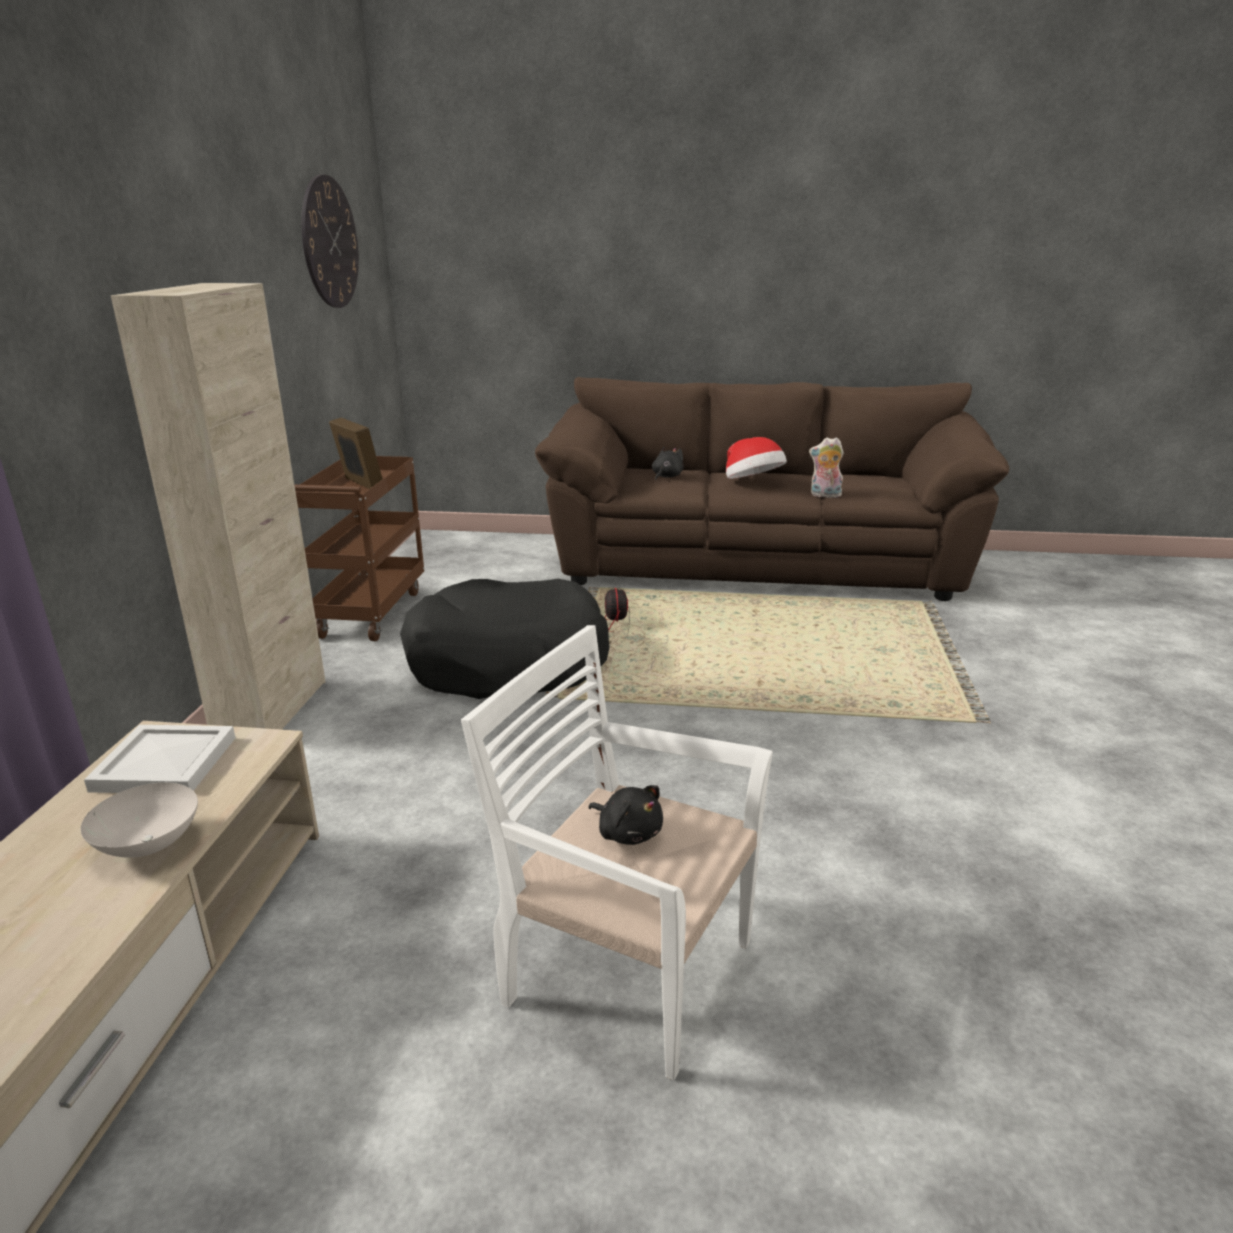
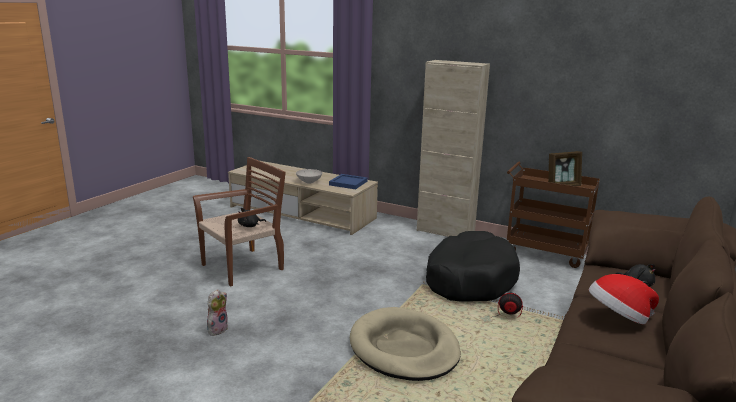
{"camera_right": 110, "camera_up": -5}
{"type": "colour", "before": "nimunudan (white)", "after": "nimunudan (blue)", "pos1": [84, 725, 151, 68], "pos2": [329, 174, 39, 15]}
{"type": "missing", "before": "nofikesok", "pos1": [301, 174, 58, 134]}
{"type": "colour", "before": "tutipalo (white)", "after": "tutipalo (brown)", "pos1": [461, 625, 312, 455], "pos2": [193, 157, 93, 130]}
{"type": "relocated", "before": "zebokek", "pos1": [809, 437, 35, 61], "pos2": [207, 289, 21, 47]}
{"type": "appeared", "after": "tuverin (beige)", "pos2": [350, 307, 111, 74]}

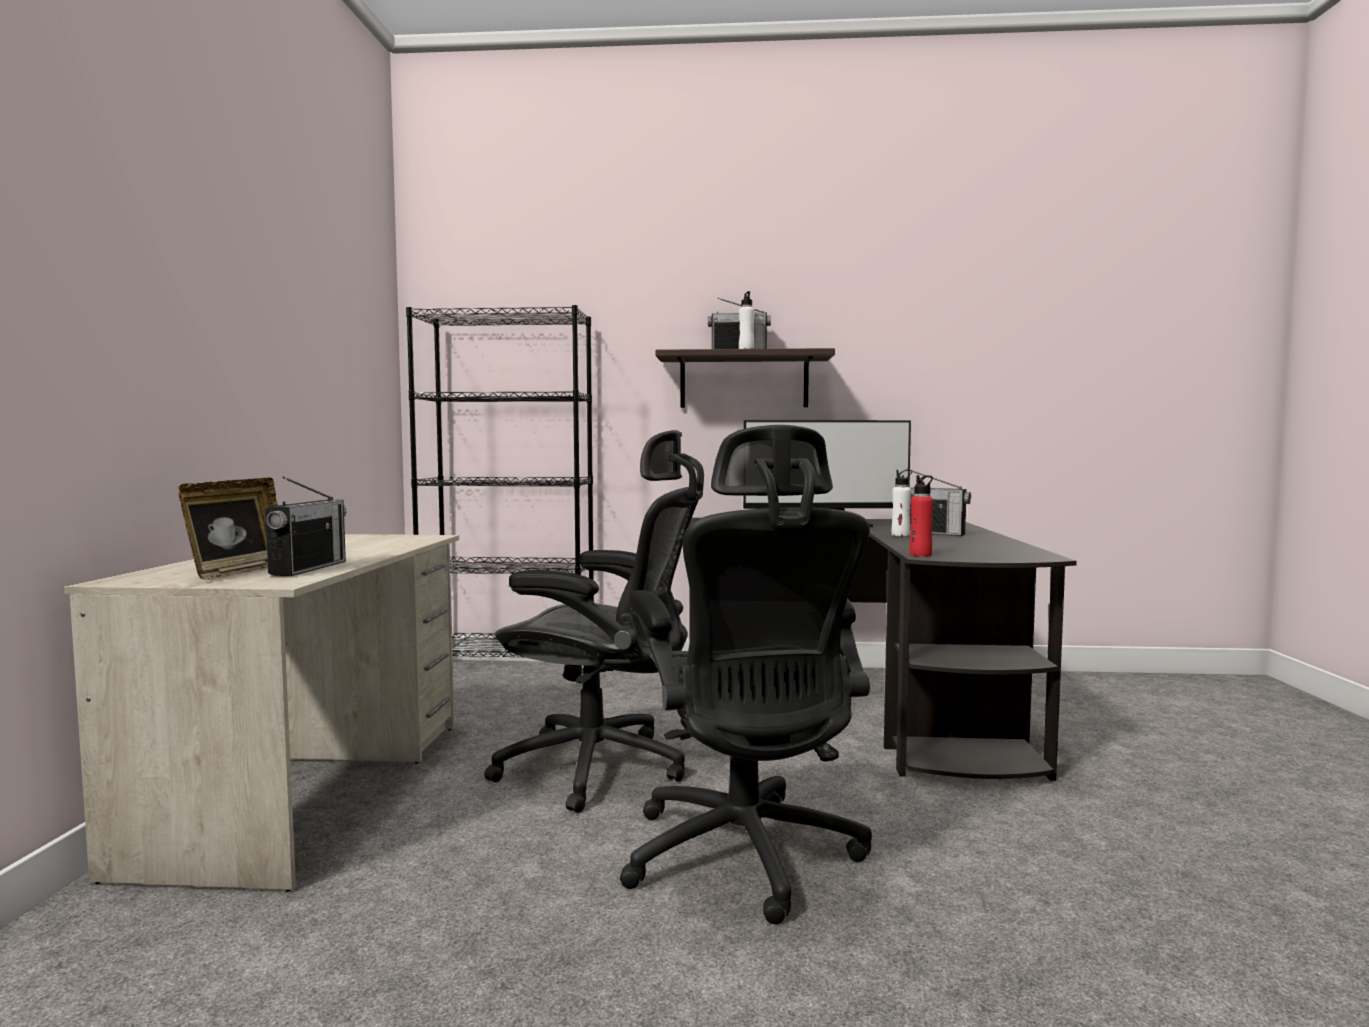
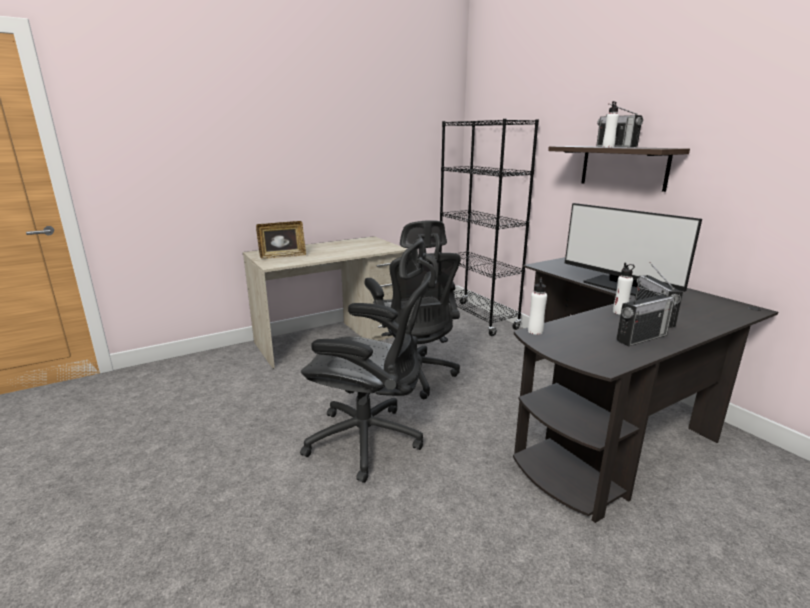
{"camera_right": 55, "camera_up": 15}
{"type": "relocated", "before": "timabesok", "pos1": [265, 476, 82, 100], "pos2": [616, 287, 60, 59]}
{"type": "spun", "before": "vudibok", "pos1": [620, 425, 252, 499], "pos2": [300, 238, 139, 245], "turn": -120}
{"type": "colour", "before": "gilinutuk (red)", "after": "gilinutuk (white)", "pos1": [910, 475, 23, 82], "pos2": [528, 277, 19, 58]}

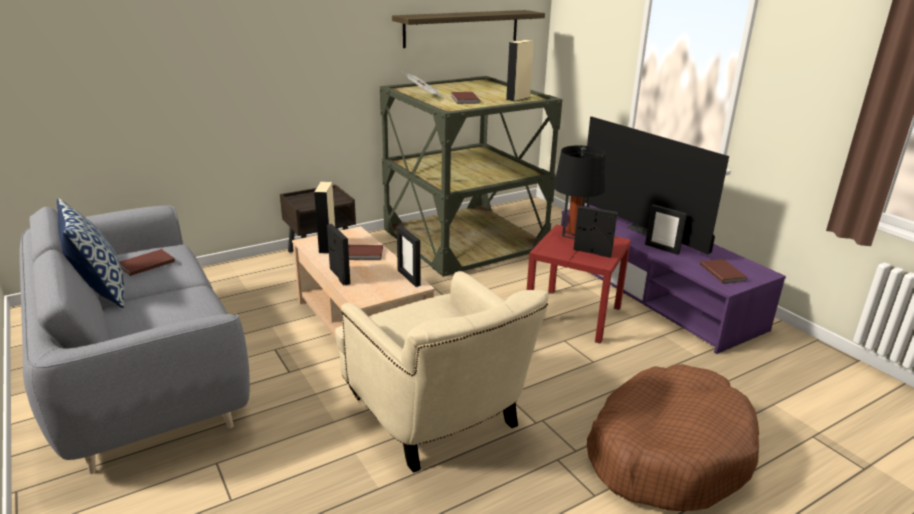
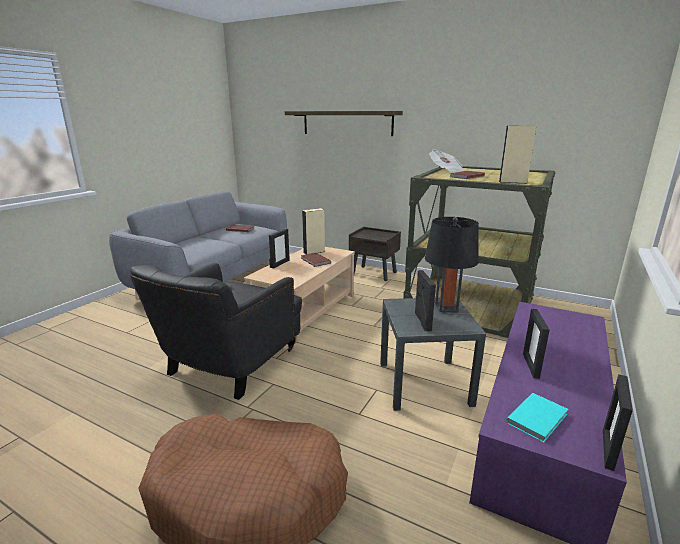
{"camera_right": 60, "camera_up": -5}
{"type": "missing", "before": "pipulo", "pos1": [57, 198, 67, 110]}
{"type": "colour", "before": "tutipalo (beige)", "after": "tutipalo (black)", "pos1": [335, 271, 213, 202], "pos2": [130, 263, 172, 137]}
{"type": "relocated", "before": "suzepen", "pos1": [392, 10, 153, 38], "pos2": [285, 111, 118, 25]}
{"type": "relocated", "before": "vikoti", "pos1": [397, 225, 23, 62], "pos2": [603, 374, 30, 97]}
{"type": "colour", "before": "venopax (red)", "after": "venopax (grey)", "pos1": [527, 224, 104, 120], "pos2": [380, 297, 106, 114]}
{"type": "missing", "before": "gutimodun", "pos1": [585, 116, 144, 138]}
{"type": "colour", "before": "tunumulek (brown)", "after": "tunumulek (turquoise)", "pos1": [700, 259, 47, 25], "pos2": [506, 393, 62, 49]}

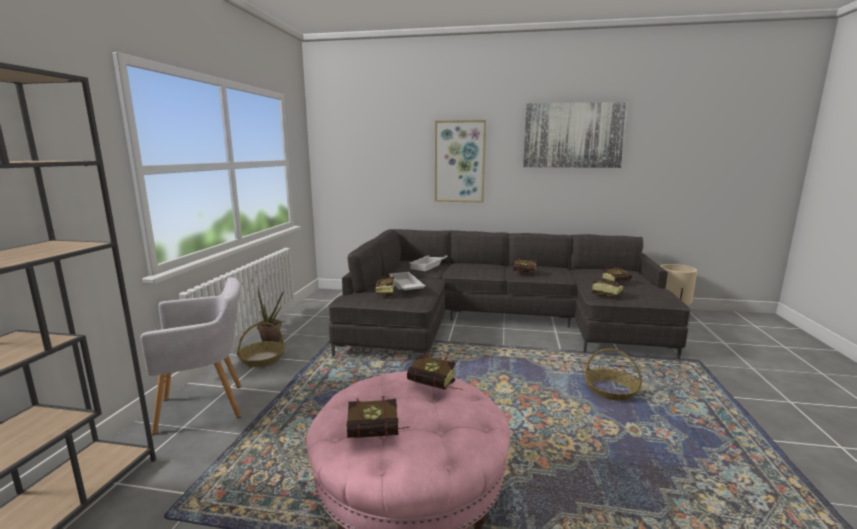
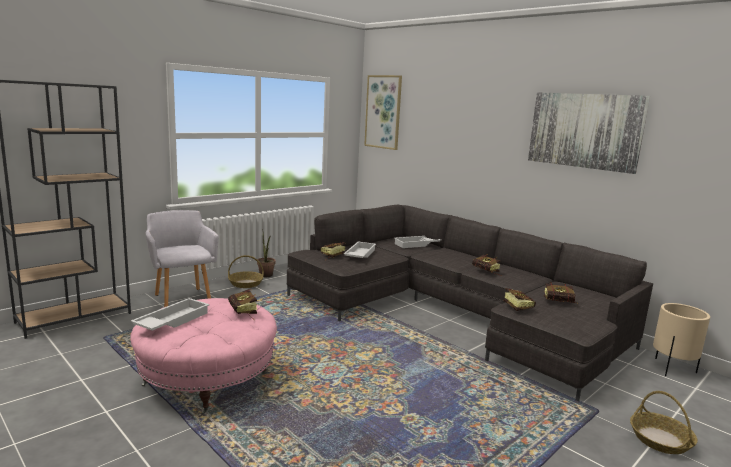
{"camera_right": 35, "camera_up": 0}
{"type": "spun", "before": "tutipalo (grey)", "pos1": [141, 277, 100, 158], "pos2": [146, 210, 73, 97], "turn": -135}
{"type": "exchanged", "before": "tunumulek", "after": "nimunudan (white)", "pos1": [346, 396, 64, 42], "pos2": [130, 298, 80, 33]}
{"type": "relocated", "before": "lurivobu", "pos1": [435, 120, 51, 82], "pos2": [364, 75, 38, 75]}
{"type": "relocated", "before": "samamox", "pos1": [585, 348, 56, 53], "pos2": [630, 391, 67, 63]}

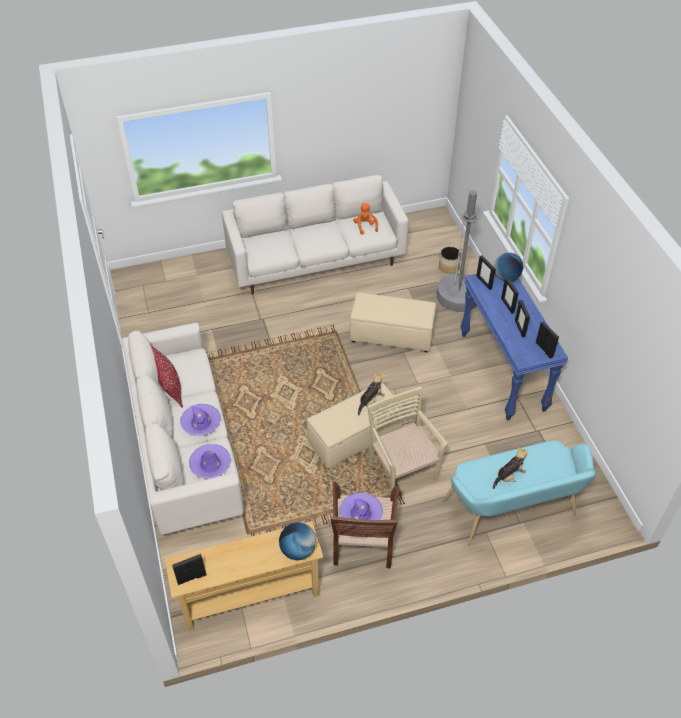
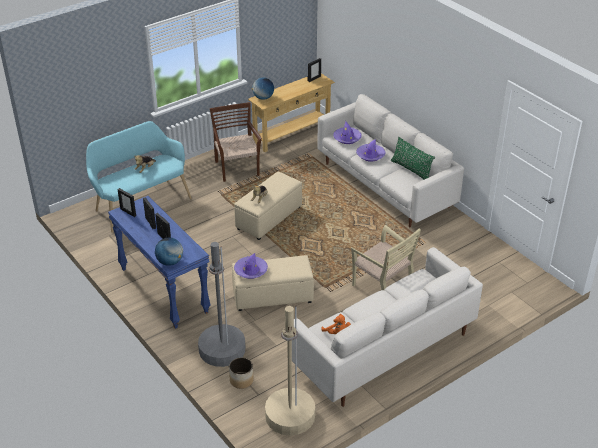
{"camera_right": 160, "camera_up": -10}
{"type": "colour", "before": "pipulo (red)", "after": "pipulo (green)", "pos1": [150, 344, 33, 64], "pos2": [391, 137, 44, 42]}
{"type": "relocated", "before": "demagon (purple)", "pos1": [340, 493, 43, 33], "pos2": [234, 253, 34, 26]}
{"type": "relocated", "before": "tutipalo (beige)", "pos1": [367, 387, 81, 110], "pos2": [351, 225, 70, 65]}
{"type": "missing", "before": "vikoti", "pos1": [476, 255, 20, 35]}
{"type": "appeared", "after": "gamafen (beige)", "pos2": [265, 305, 50, 131]}

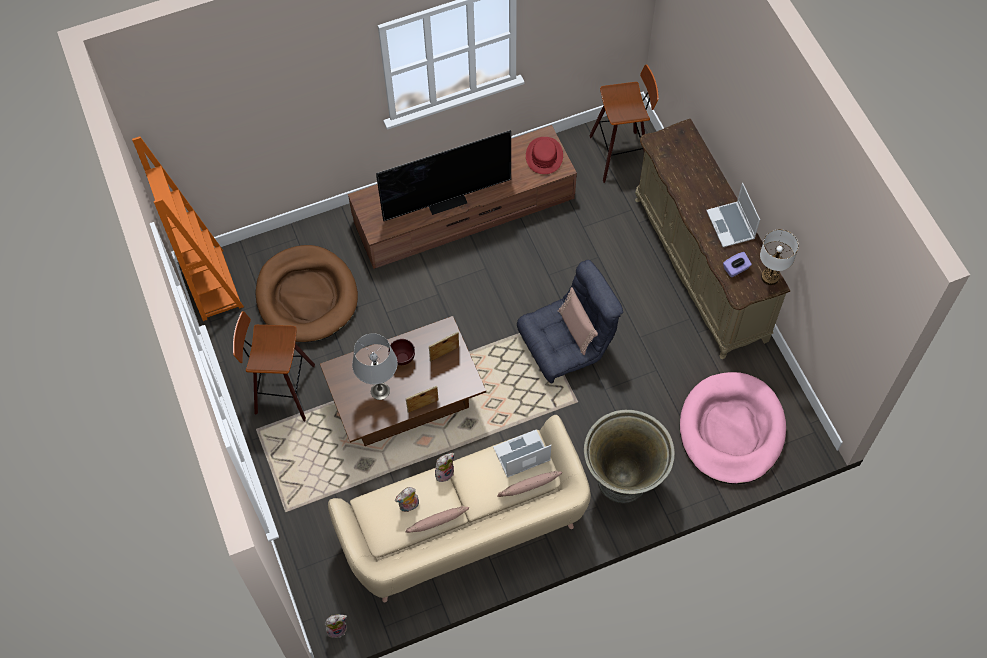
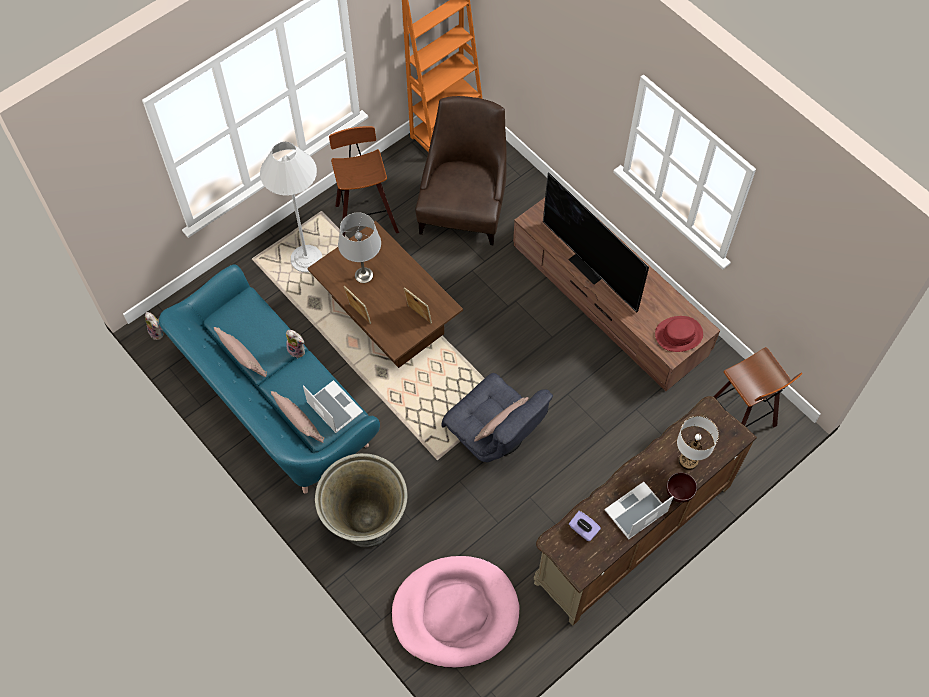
{"camera_right": 70, "camera_up": 0}
{"type": "exchanged", "before": "tuverin (brown)", "after": "tutipalo (brown)", "pos1": [255, 245, 103, 97], "pos2": [415, 96, 92, 149]}
{"type": "colour", "before": "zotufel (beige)", "after": "zotufel (turquoise)", "pos1": [328, 415, 263, 188], "pos2": [159, 264, 221, 230]}
{"type": "relocated", "before": "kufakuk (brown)", "pos1": [388, 339, 27, 26], "pos2": [666, 472, 31, 31]}
{"type": "missing", "before": "zebokek", "pos1": [395, 487, 24, 25]}
{"type": "relocated", "before": "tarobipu", "pos1": [760, 229, 39, 56], "pos2": [677, 416, 42, 54]}
{"type": "appeared", "after": "gamafen (white)", "pos2": [260, 142, 63, 130]}

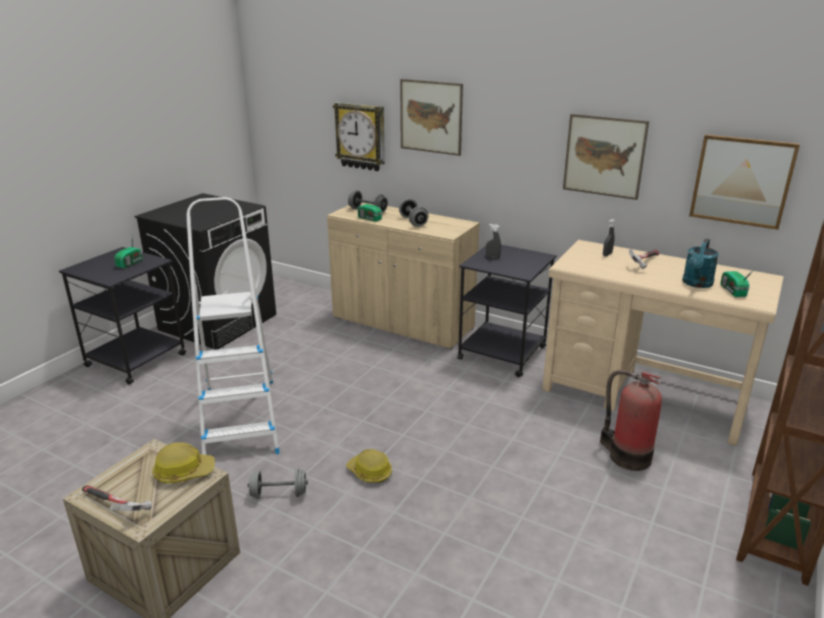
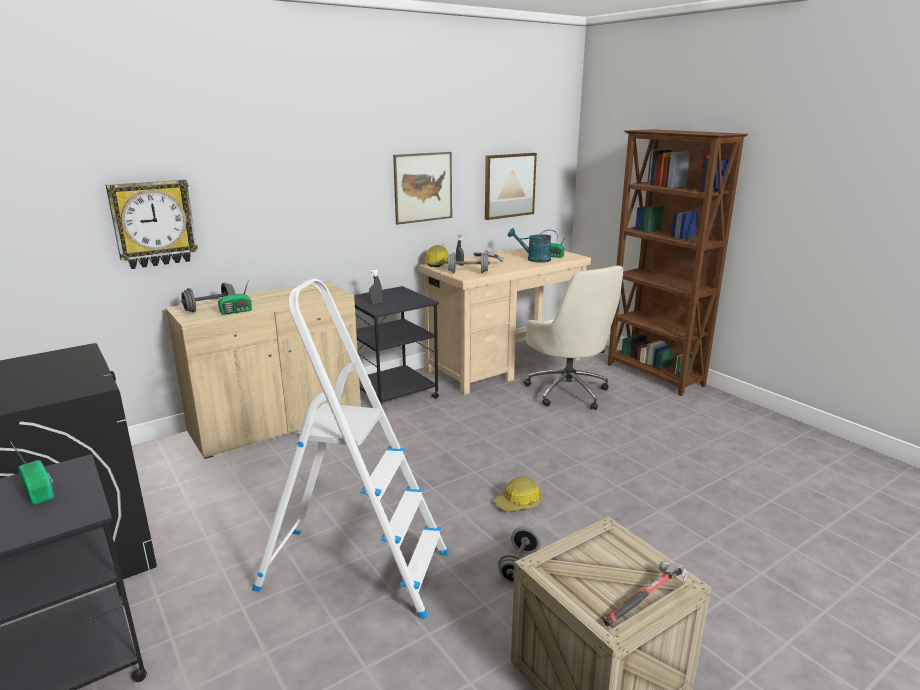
{"camera_right": -65, "camera_up": -5}
{"type": "relocated", "before": "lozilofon", "pos1": [152, 442, 63, 41], "pos2": [423, 245, 25, 22]}
{"type": "relocated", "before": "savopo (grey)", "pos1": [399, 199, 30, 28], "pos2": [447, 252, 43, 21]}
{"type": "missing", "before": "lurivobu", "pos1": [400, 79, 63, 77]}
{"type": "exchanged", "before": "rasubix", "after": "vudibok (beige)", "pos1": [600, 370, 62, 101], "pos2": [523, 266, 100, 144]}
{"type": "spun", "before": "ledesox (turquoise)", "pos1": [682, 239, 37, 49], "pos2": [508, 228, 50, 35], "turn": 135}

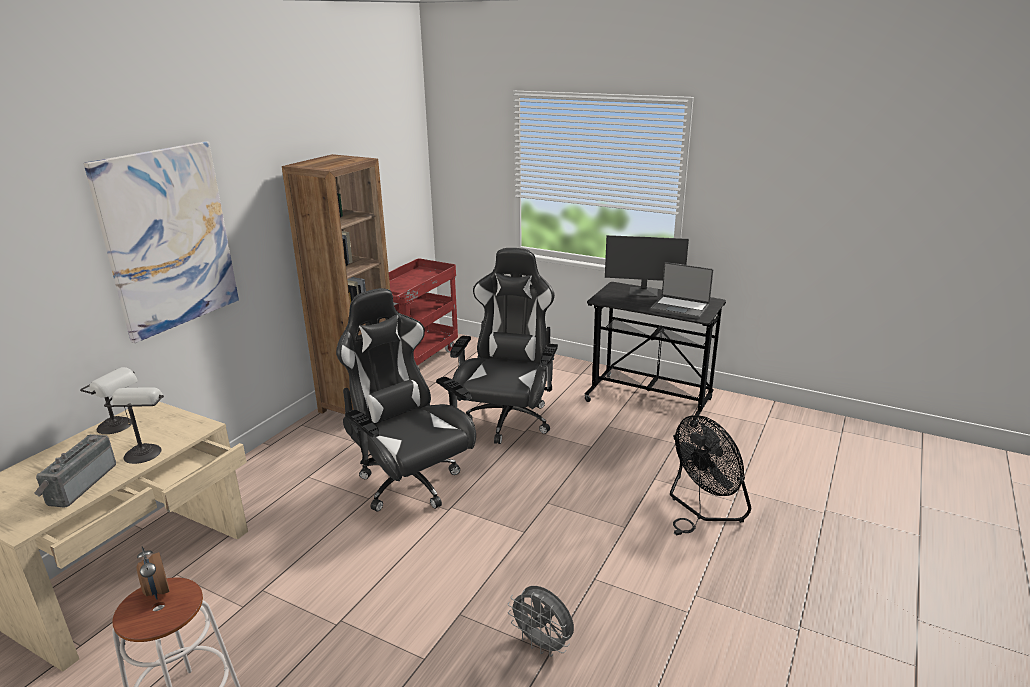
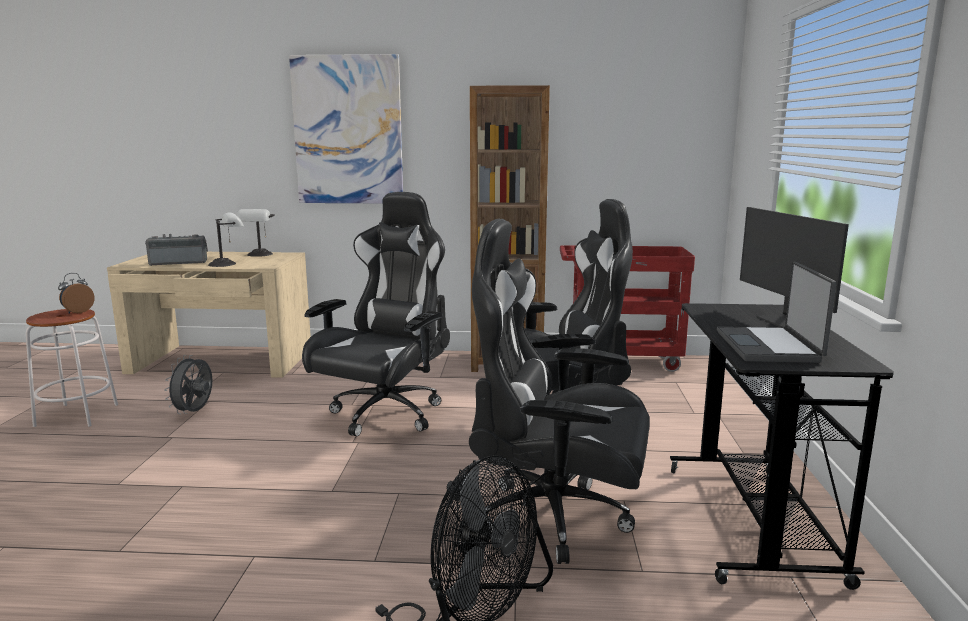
{"camera_right": 65, "camera_up": -10}
{"type": "relocated", "before": "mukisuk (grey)", "pos1": [508, 586, 66, 71], "pos2": [164, 355, 48, 59]}
{"type": "appeared", "after": "vudibok (black)", "pos2": [469, 219, 181, 345]}

